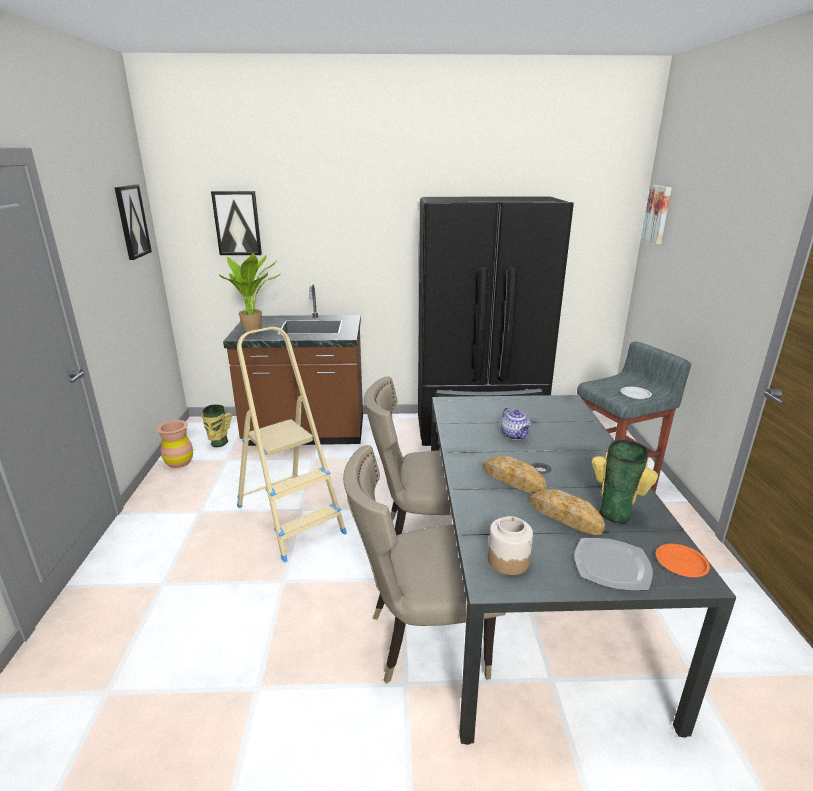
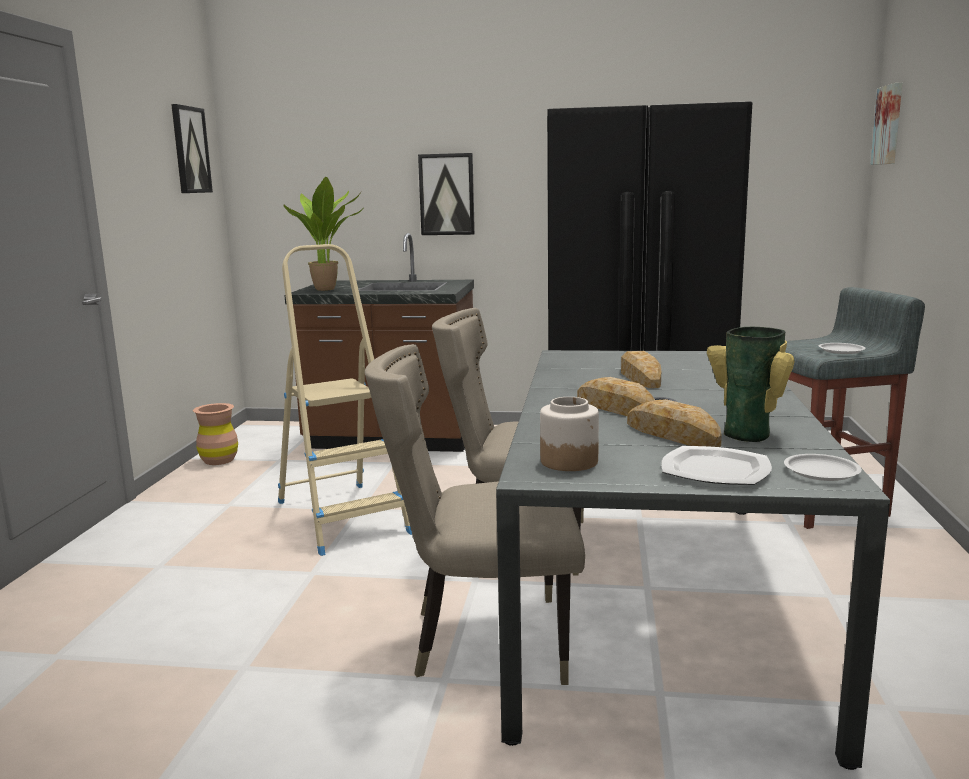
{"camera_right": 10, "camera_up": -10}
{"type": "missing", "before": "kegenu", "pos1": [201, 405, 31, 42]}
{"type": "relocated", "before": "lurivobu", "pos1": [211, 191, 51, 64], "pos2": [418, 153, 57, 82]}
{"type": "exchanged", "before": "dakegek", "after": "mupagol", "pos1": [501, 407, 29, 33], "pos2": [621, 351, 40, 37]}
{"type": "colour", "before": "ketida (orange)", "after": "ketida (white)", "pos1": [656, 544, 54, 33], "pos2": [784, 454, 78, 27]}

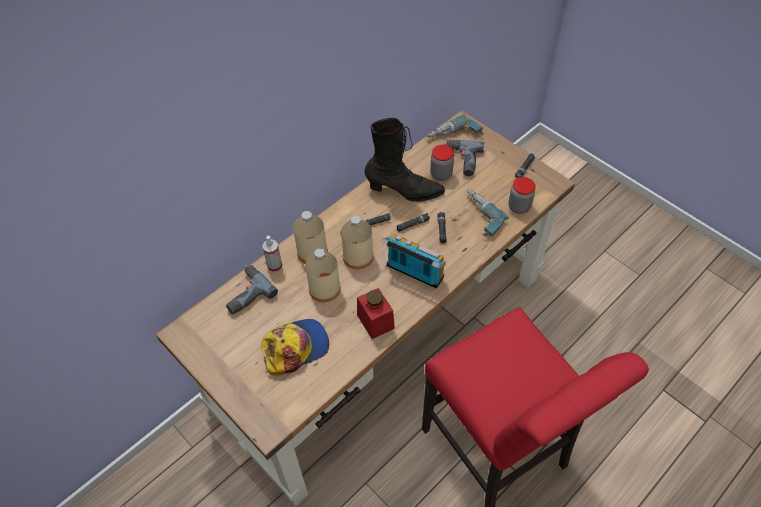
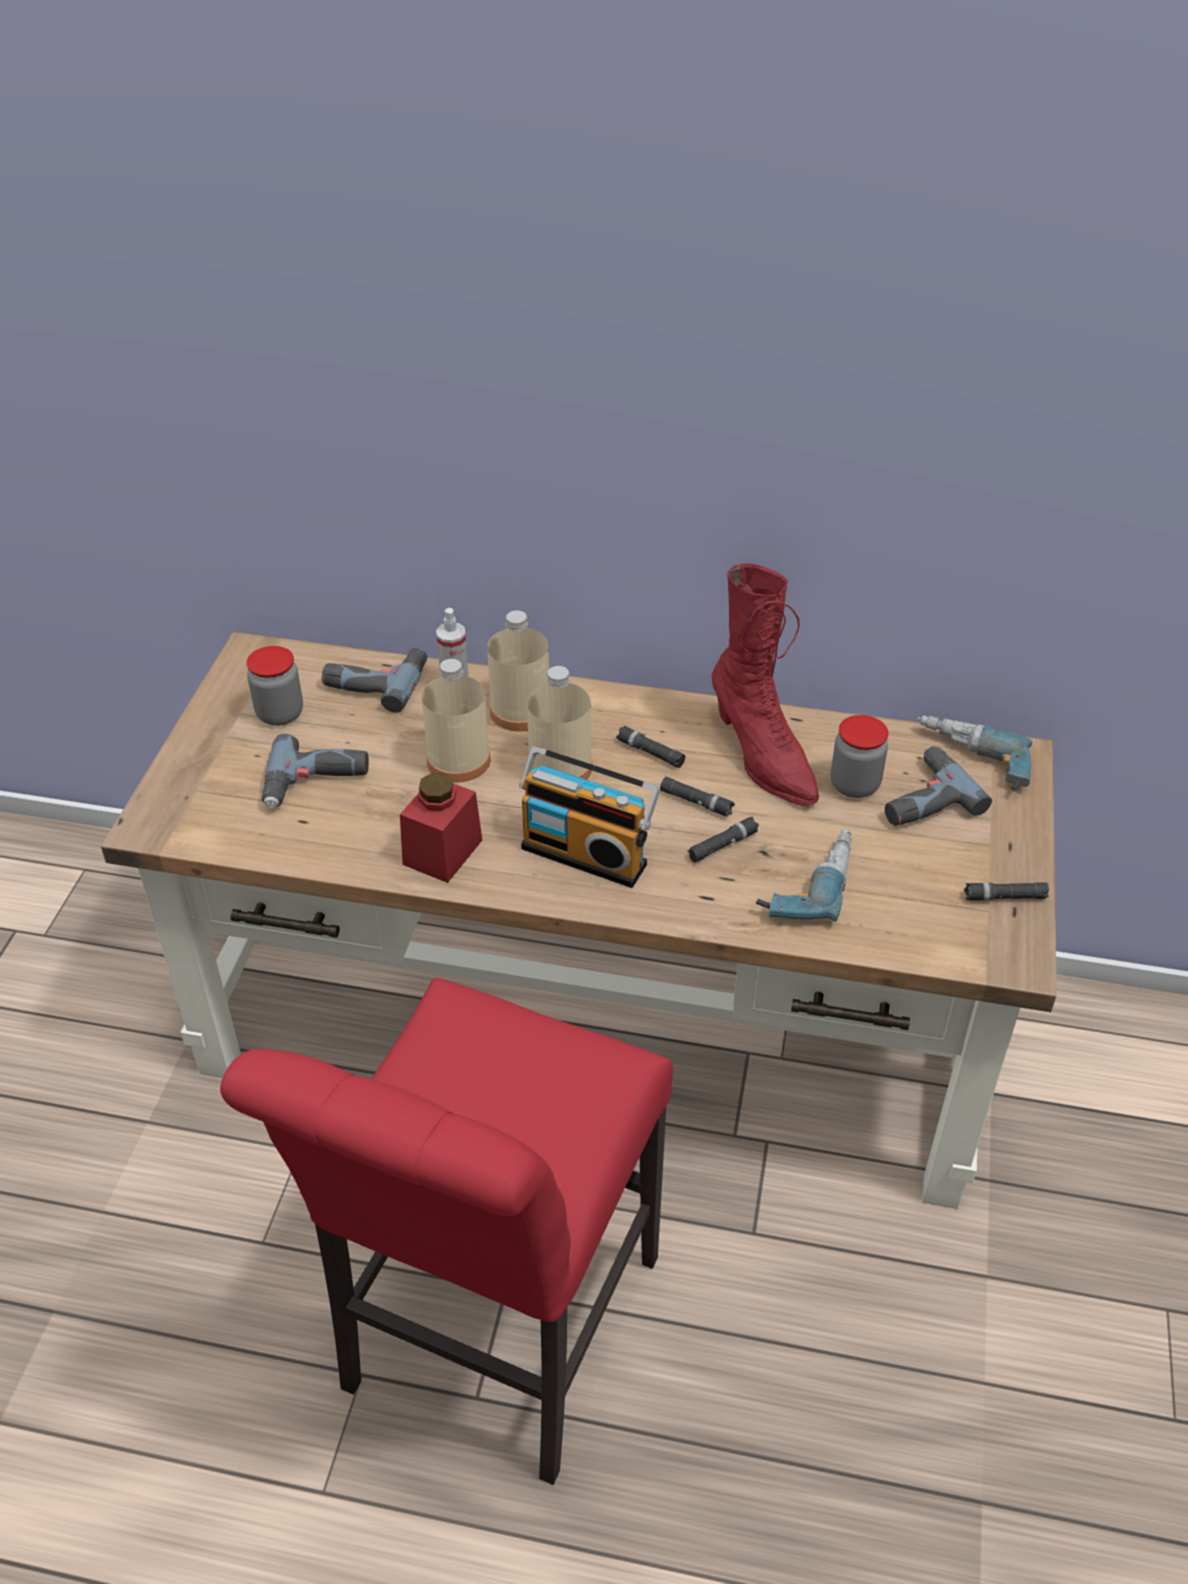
{"camera_right": 55, "camera_up": -10}
{"type": "exchanged", "before": "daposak", "after": "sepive", "pos1": [261, 319, 68, 57], "pos2": [262, 734, 107, 74]}
{"type": "colour", "before": "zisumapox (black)", "after": "zisumapox (red)", "pos1": [365, 118, 80, 84], "pos2": [712, 563, 107, 243]}
{"type": "spun", "before": "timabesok", "pos1": [381, 233, 65, 55], "pos2": [519, 746, 141, 142], "turn": 120}
{"type": "relocated", "before": "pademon", "pos1": [508, 177, 28, 37], "pos2": [247, 646, 56, 80]}

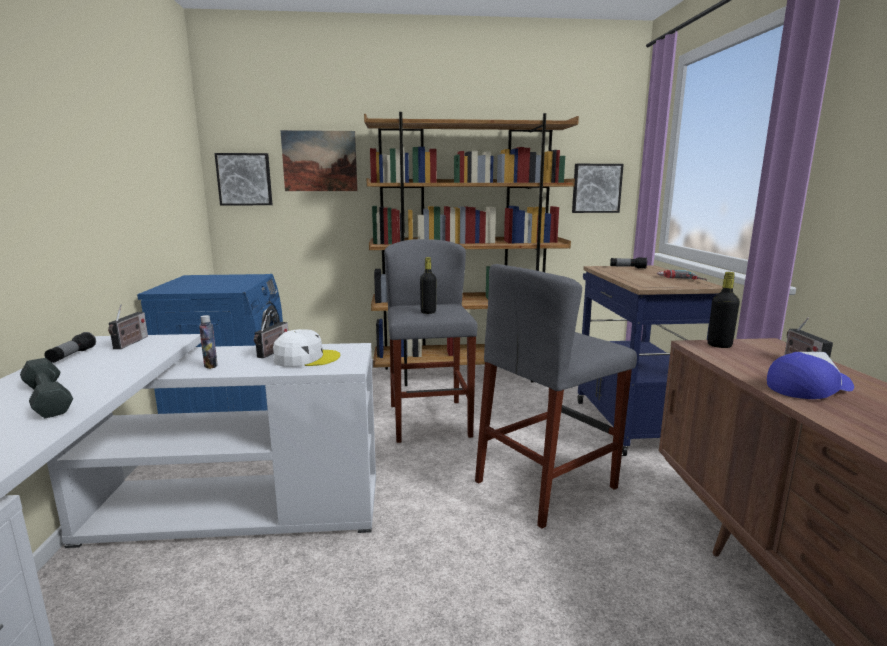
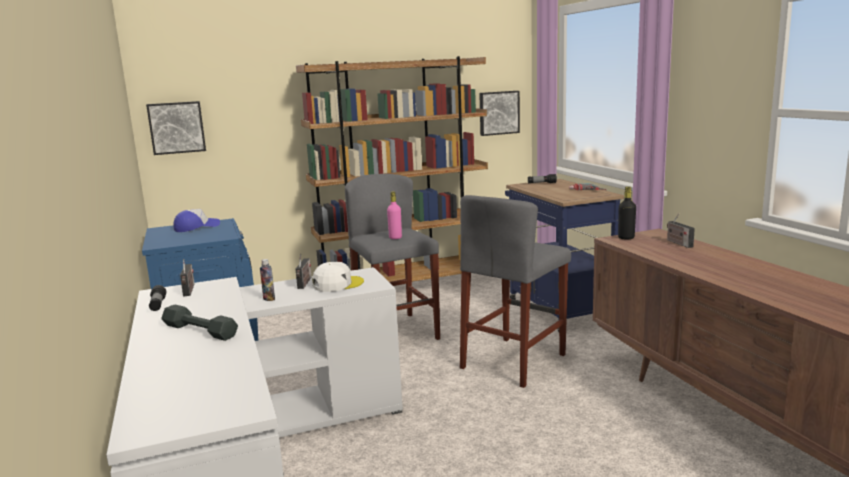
{"camera_right": -15, "camera_up": 0}
{"type": "missing", "before": "lurivobu", "pos1": [280, 130, 78, 61]}
{"type": "colour", "before": "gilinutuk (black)", "after": "gilinutuk (pink)", "pos1": [420, 257, 16, 57], "pos2": [387, 191, 15, 48]}
{"type": "relocated", "before": "daposak", "pos1": [767, 352, 87, 47], "pos2": [173, 209, 47, 23]}

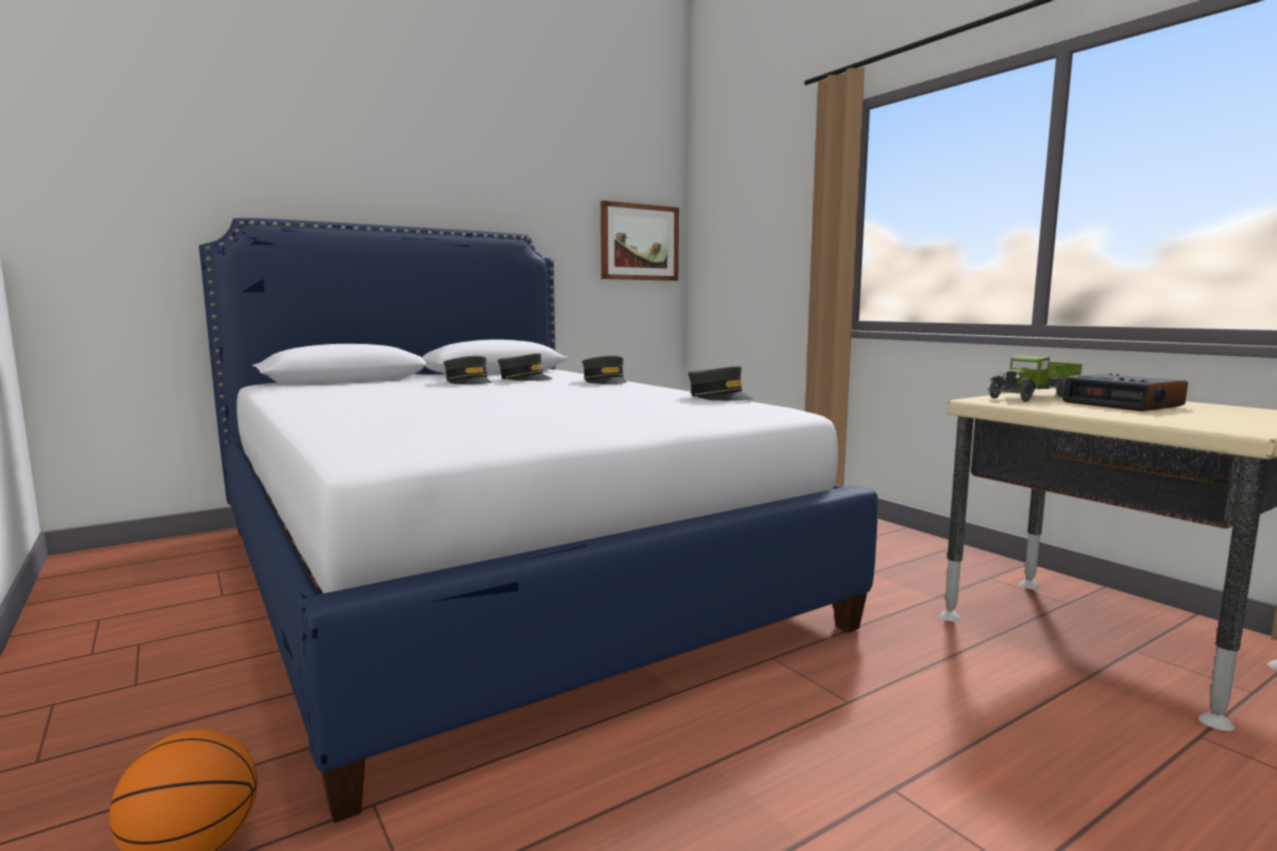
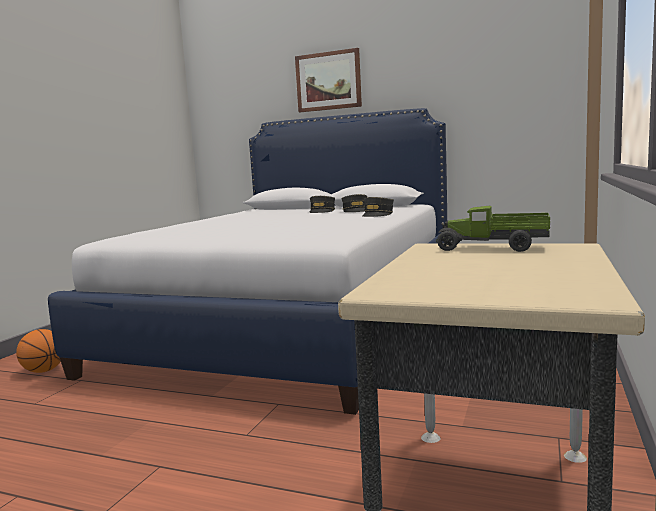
{"camera_right": 55, "camera_up": 0}
{"type": "relocated", "before": "lurivobu", "pos1": [601, 200, 78, 81], "pos2": [295, 48, 67, 64]}
{"type": "missing", "before": "daposak (grey)", "pos1": [688, 366, 66, 35]}
{"type": "missing", "before": "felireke", "pos1": [1062, 374, 126, 37]}

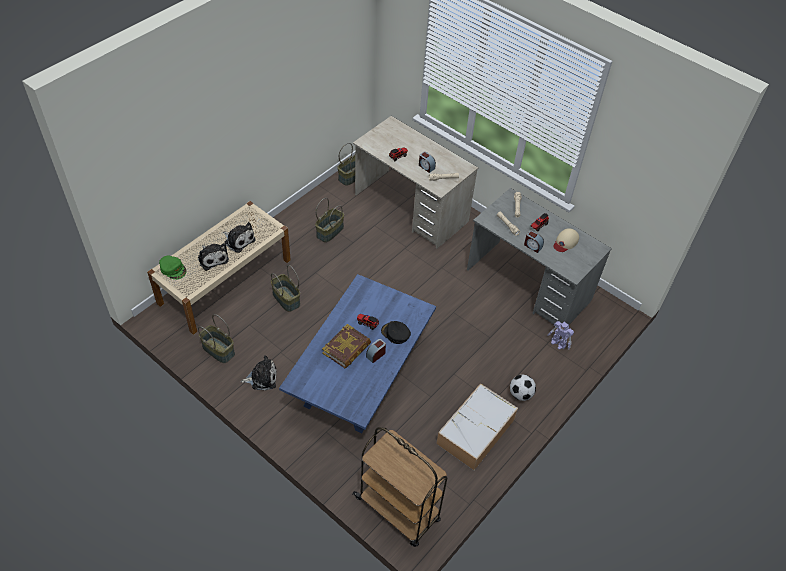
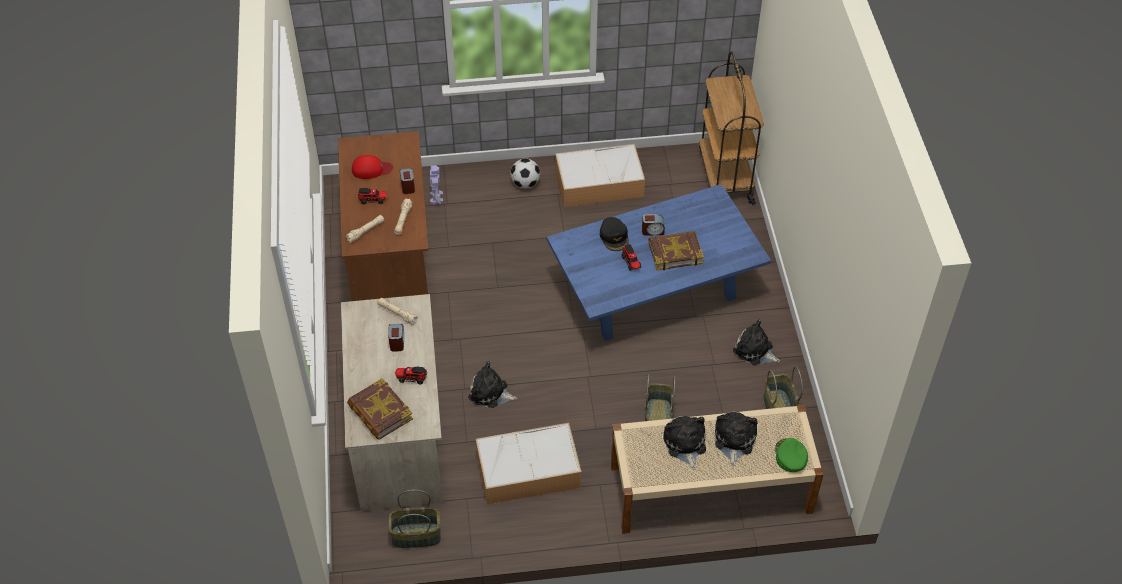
{"camera_right": -135, "camera_up": 0}
{"type": "exchanged", "before": "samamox", "after": "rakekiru", "pos1": [315, 198, 29, 44], "pos2": [476, 423, 106, 82]}
{"type": "colour", "before": "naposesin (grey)", "after": "naposesin (brown)", "pos1": [467, 188, 145, 137], "pos2": [338, 131, 91, 170]}
{"type": "colour", "before": "daposak (beige)", "after": "daposak (red)", "pos1": [553, 228, 26, 24], "pos2": [352, 155, 41, 24]}
{"type": "appeared", "after": "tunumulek", "pos2": [347, 378, 66, 62]}
{"type": "appeared", "after": "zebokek", "pos2": [468, 361, 49, 47]}

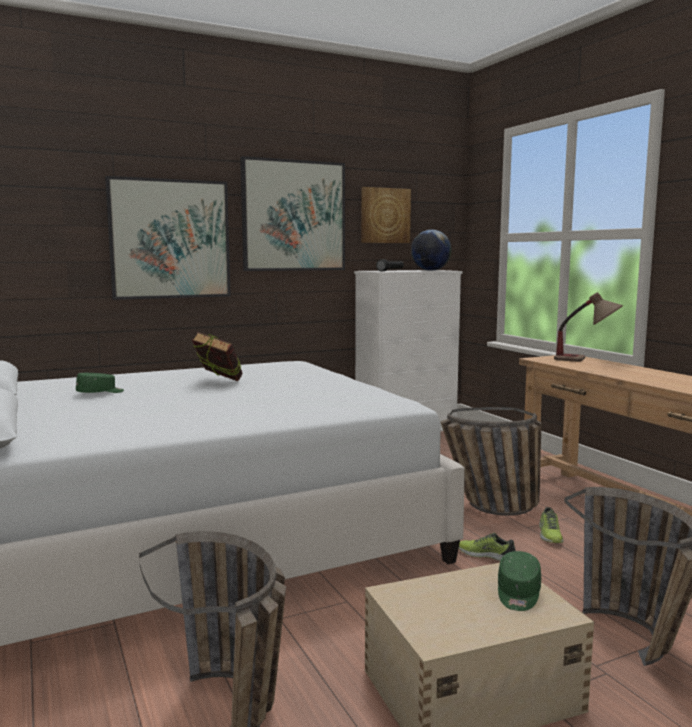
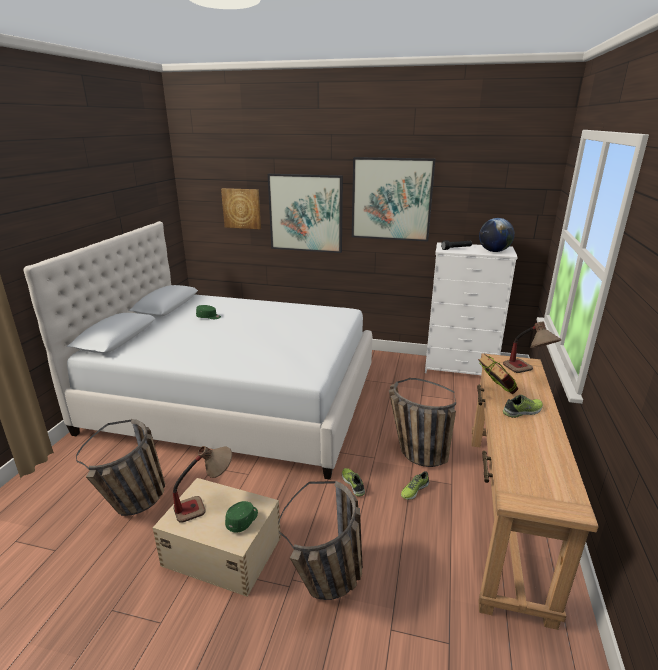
{"camera_right": 40, "camera_up": 15}
{"type": "relocated", "before": "tunumulek", "pos1": [192, 332, 51, 49], "pos2": [478, 353, 40, 41]}
{"type": "relocated", "before": "lurivobu", "pos1": [361, 187, 50, 56], "pos2": [221, 188, 40, 41]}
{"type": "spun", "before": "daposak (green)", "pos1": [498, 551, 43, 60], "pos2": [225, 501, 33, 31], "turn": 150}
{"type": "appeared", "after": "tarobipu", "pos2": [173, 446, 59, 77]}
{"type": "appeared", "after": "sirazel", "pos2": [503, 395, 40, 23]}

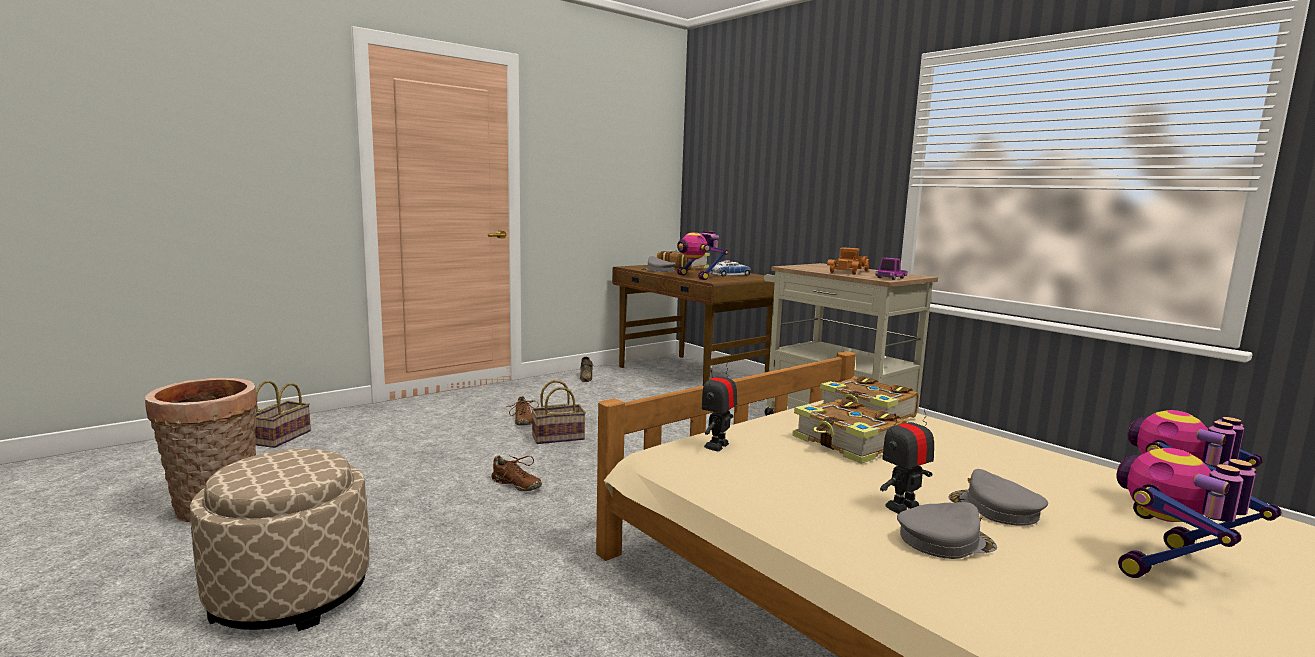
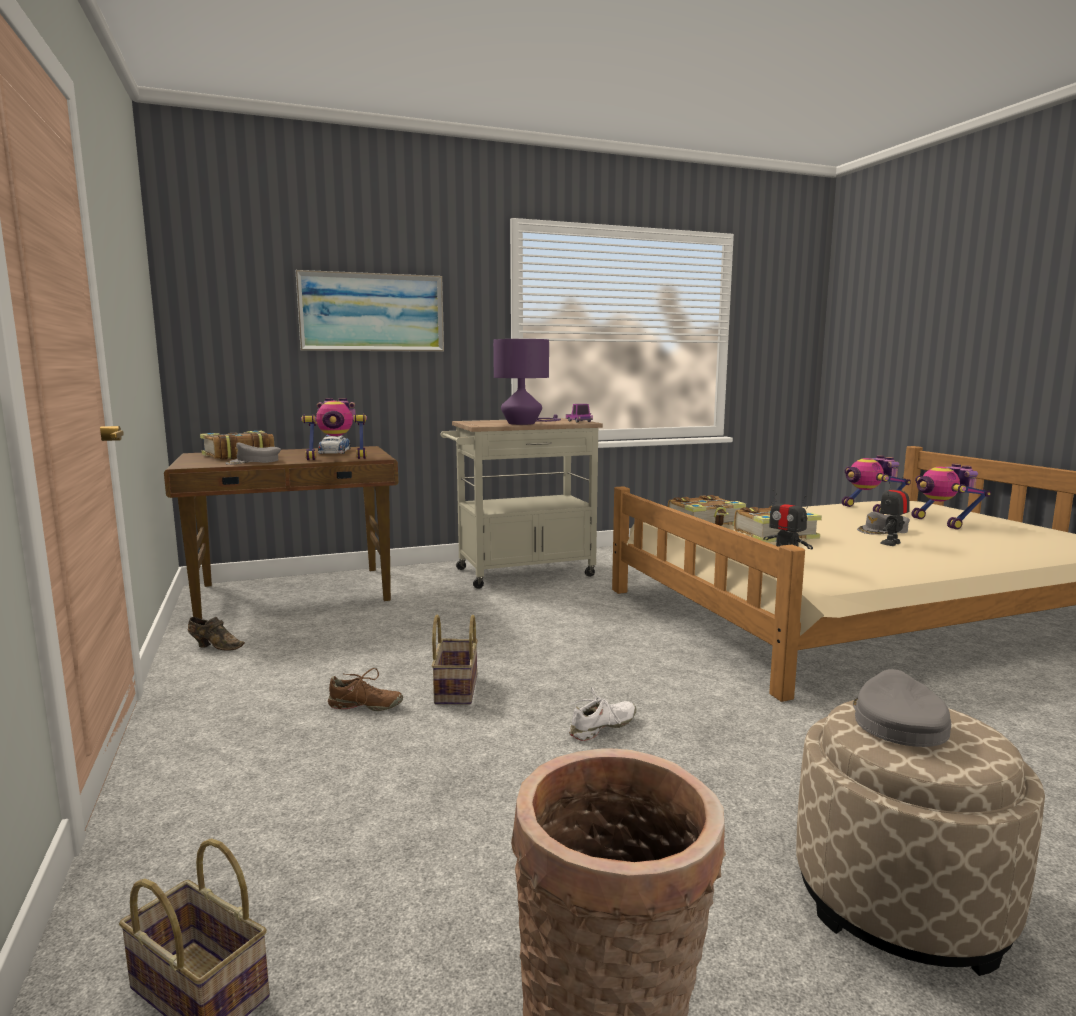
{"camera_right": -70, "camera_up": 0}
{"type": "colour", "before": "sirazel (brown)", "after": "sirazel (white)", "pos1": [491, 455, 51, 36], "pos2": [569, 687, 67, 54]}
{"type": "exchanged", "before": "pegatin", "after": "tarobipu (purple)", "pos1": [827, 247, 43, 28], "pos2": [493, 339, 68, 86]}
{"type": "spun", "before": "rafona", "pos1": [880, 404, 54, 110], "pos2": [880, 477, 30, 69], "turn": 60}
{"type": "relocated", "before": "daposak (grey)", "pos1": [897, 502, 100, 57], "pos2": [853, 669, 98, 78]}
{"type": "appeared", "after": "lurivobu", "pos2": [296, 270, 148, 82]}

